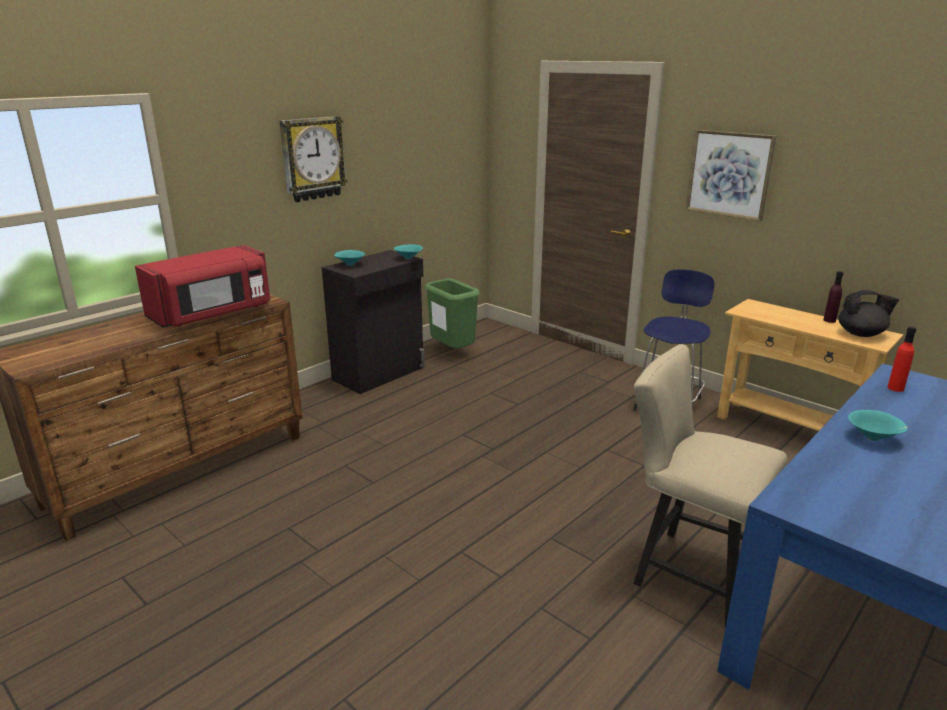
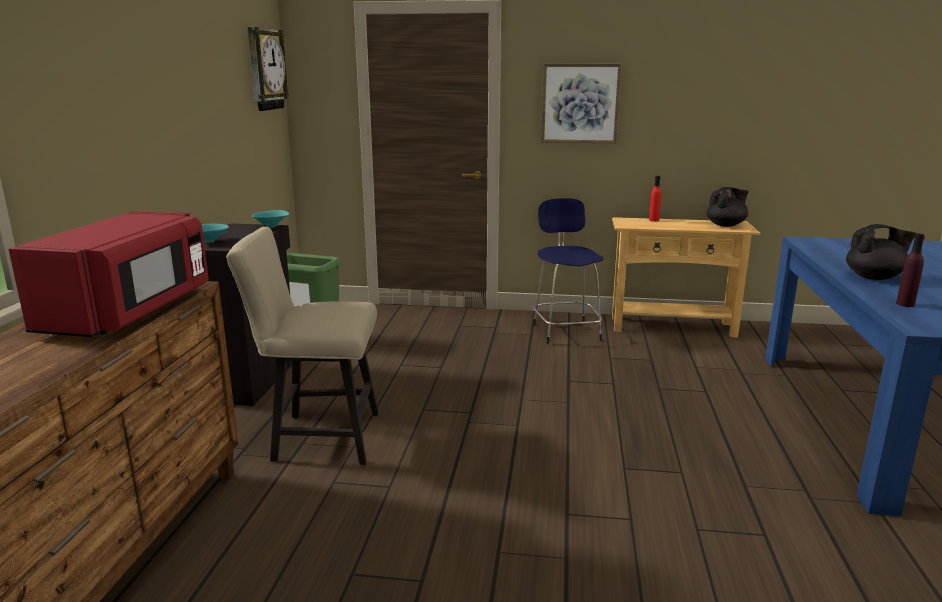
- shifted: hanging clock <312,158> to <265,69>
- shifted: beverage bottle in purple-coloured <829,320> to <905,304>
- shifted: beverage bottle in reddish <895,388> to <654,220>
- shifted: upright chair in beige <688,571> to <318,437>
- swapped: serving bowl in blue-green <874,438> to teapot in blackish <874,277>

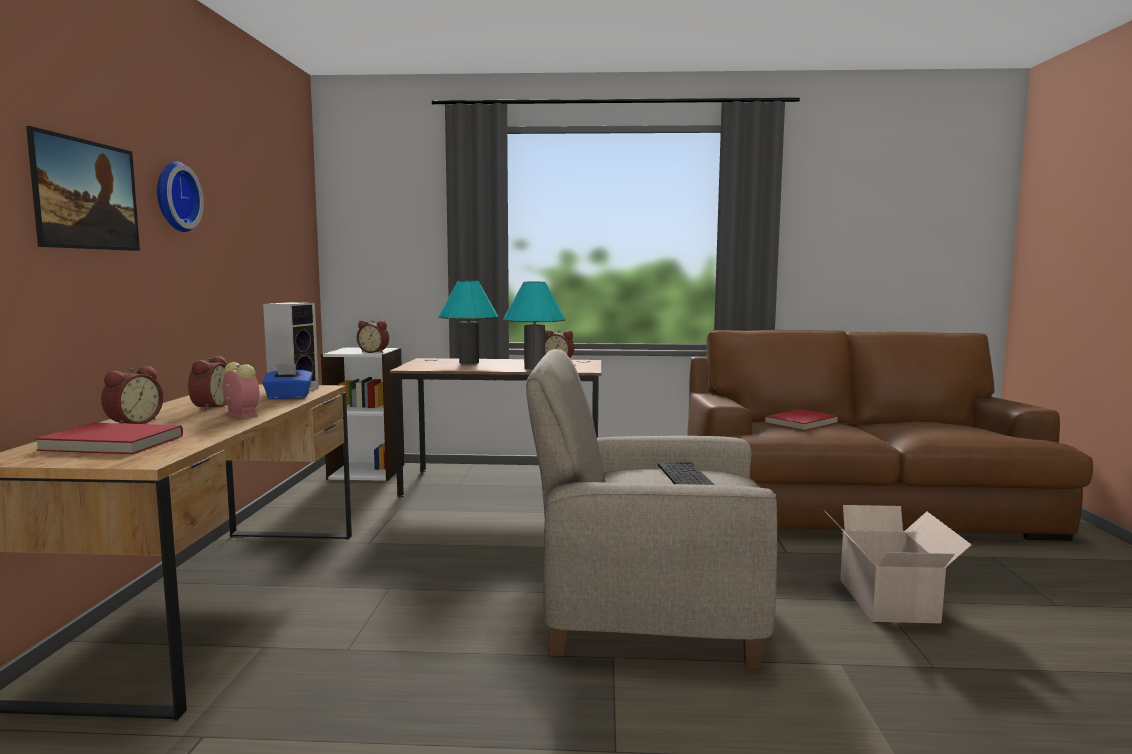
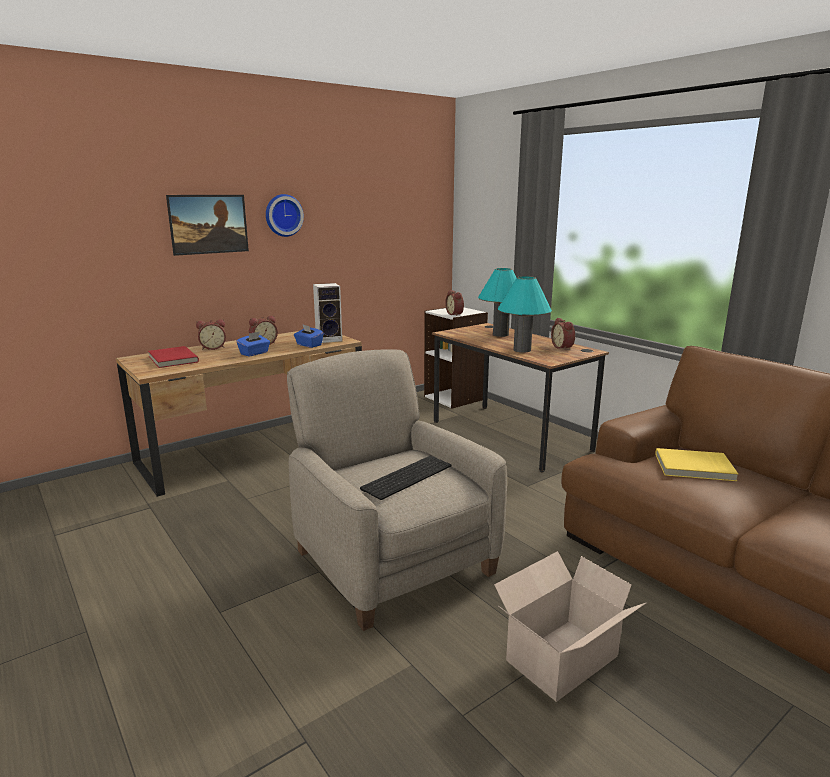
- swapped: table clock <240,415> to tissue holder in bluish <254,353>
- repainted: volume in reddish <802,423> to volume in yellowish <694,468>

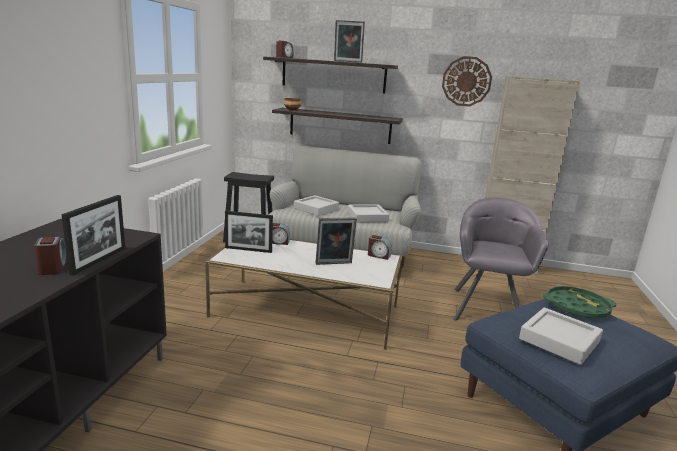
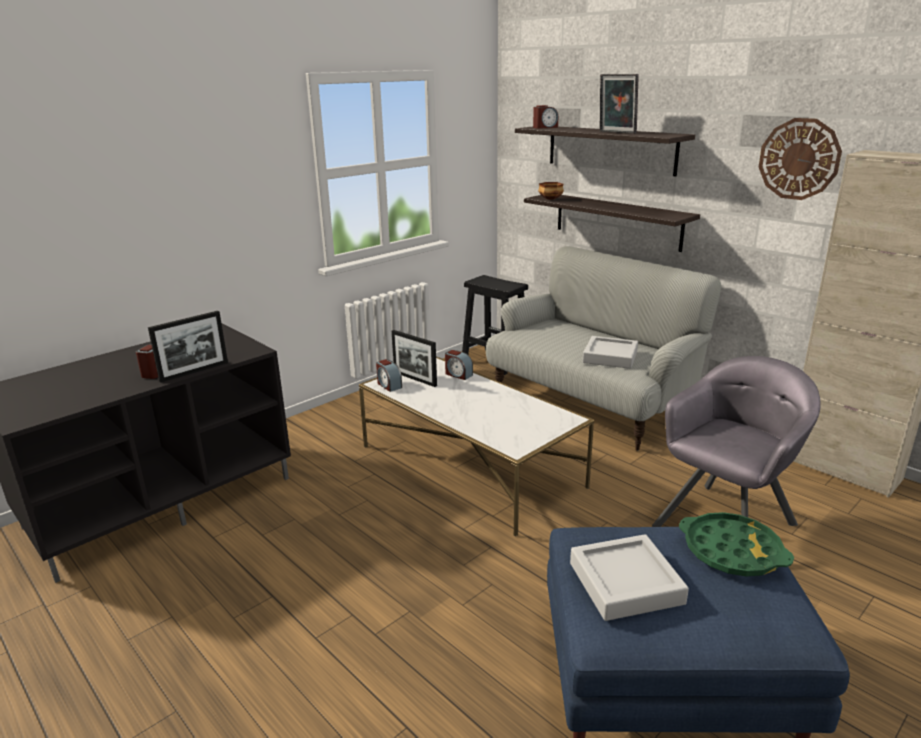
- gone: tray in grey <316,209>
- gone: picture frame <334,264>
- shifted: table clock <378,255> to <389,385>

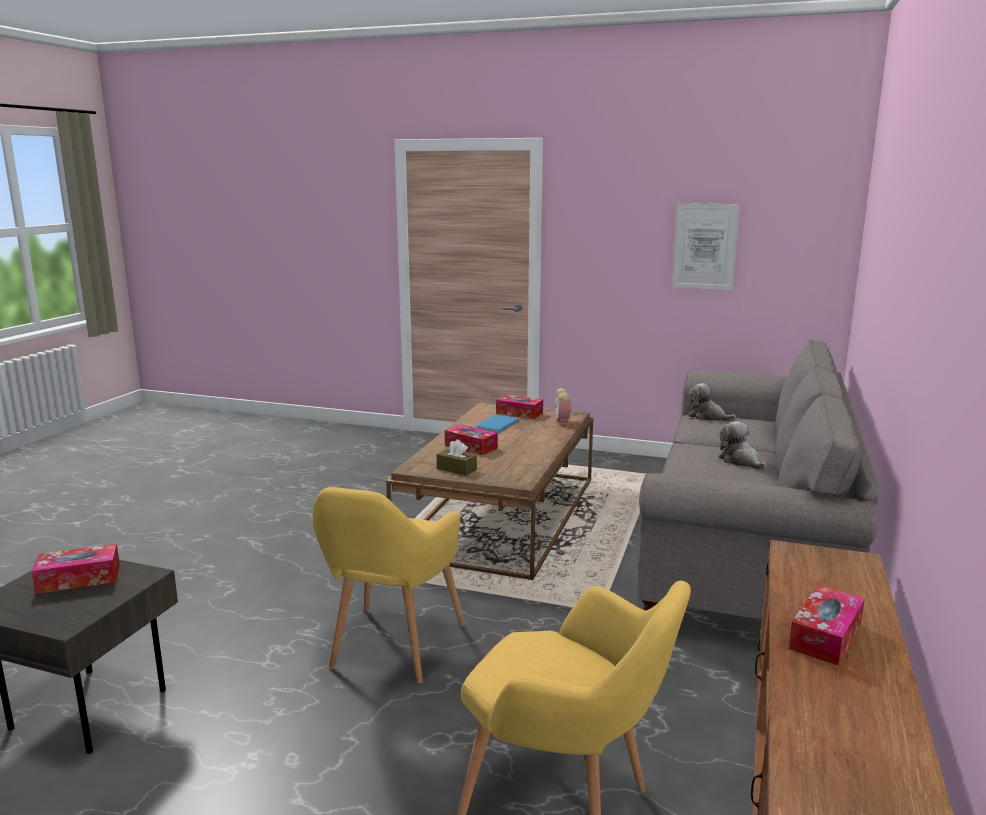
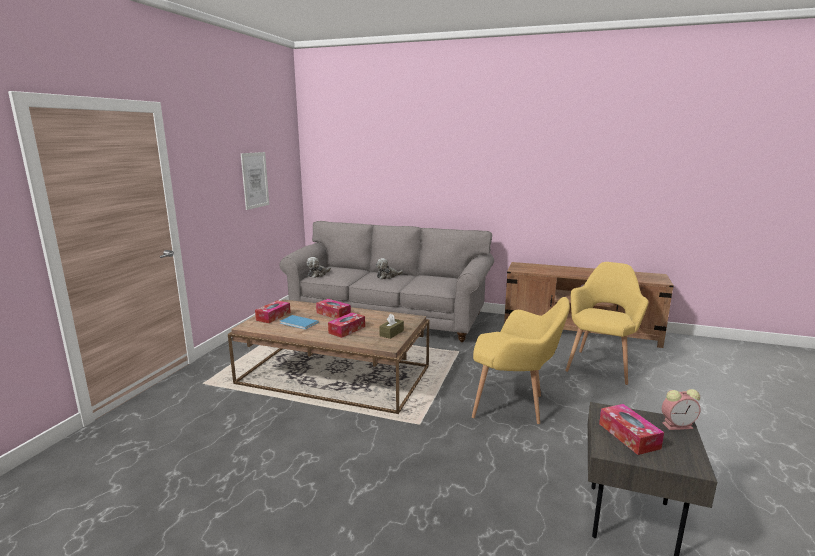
- shifted: table clock <562,422> to <678,425>
- shifted: tissue holder <825,636> to <333,314>

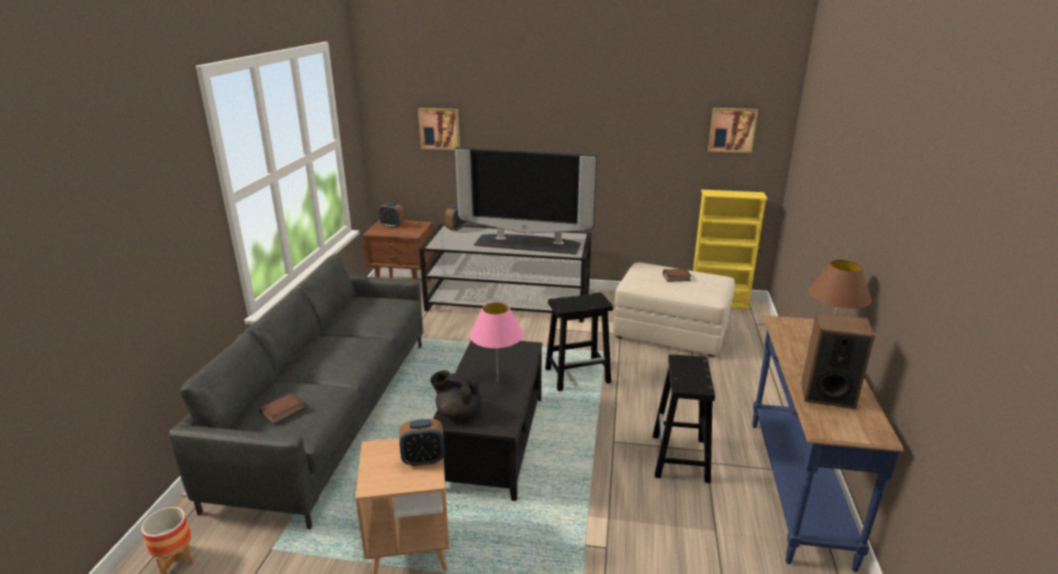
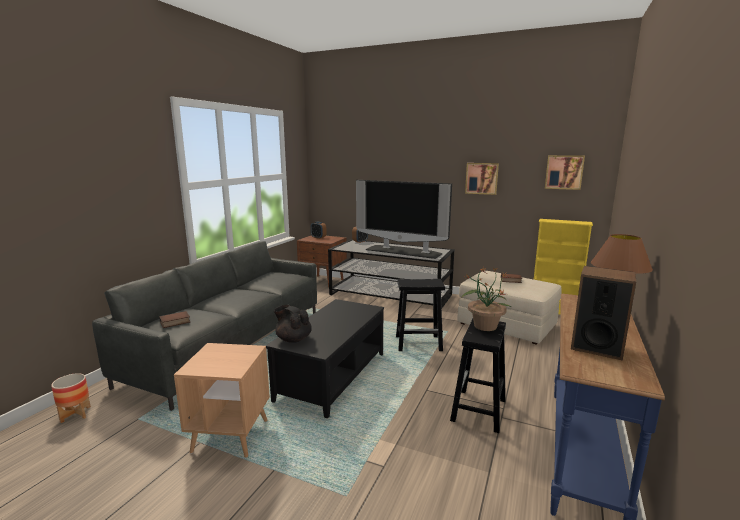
- shifted: picture <439,128> to <481,178>
- gone: table lamp in pinkish <497,381>
- gone: table clock <423,459>
- new: houseplant <485,326>

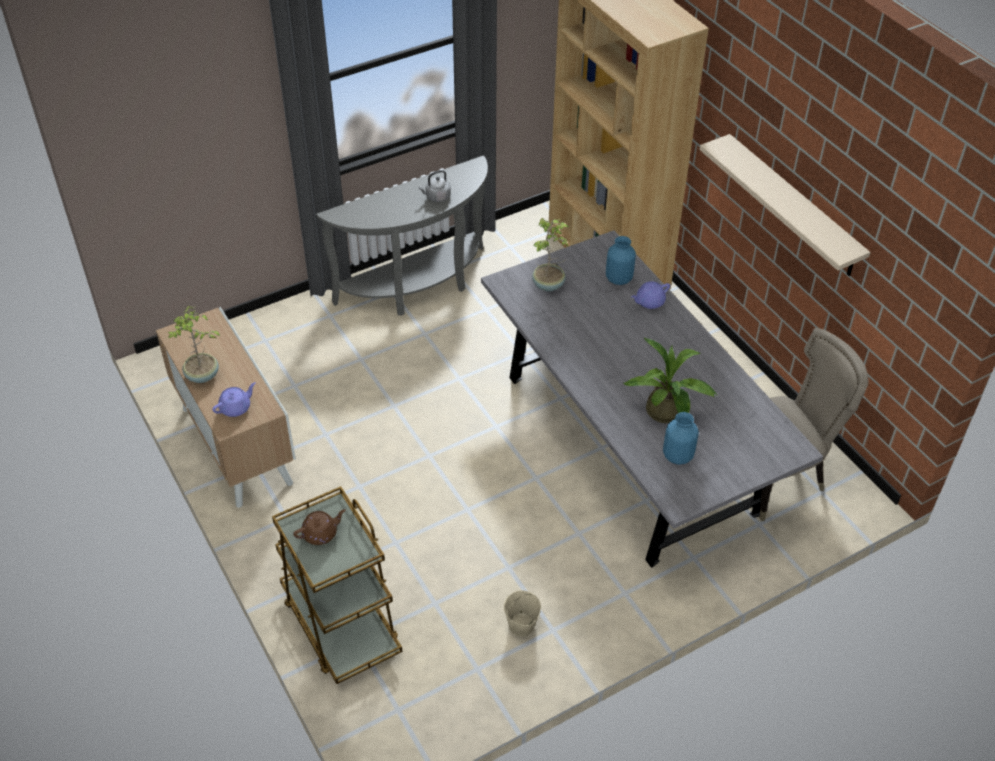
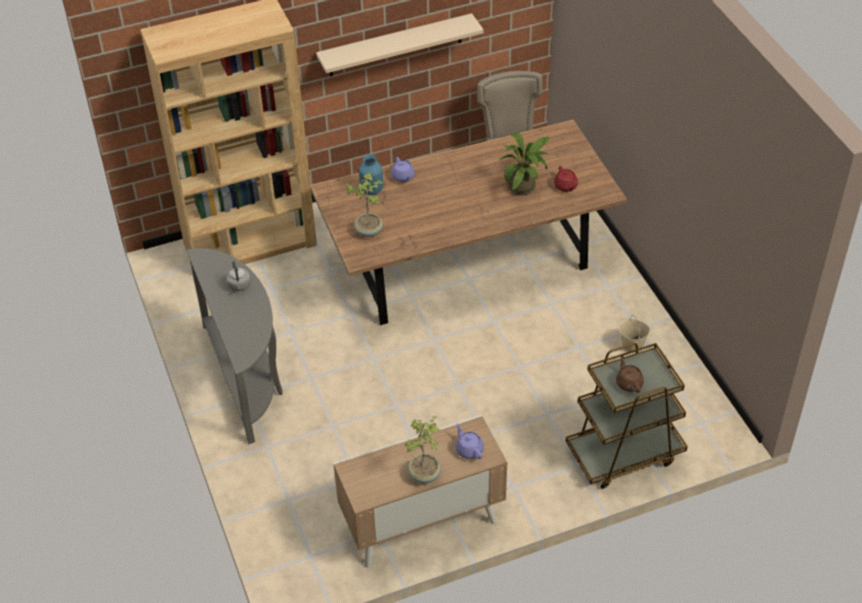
- repainted: dinner table in grey <630,442> to dinner table in brown-coloured <466,261>
- swapped: vase in bluish <678,456> to teapot in reddish <565,186>

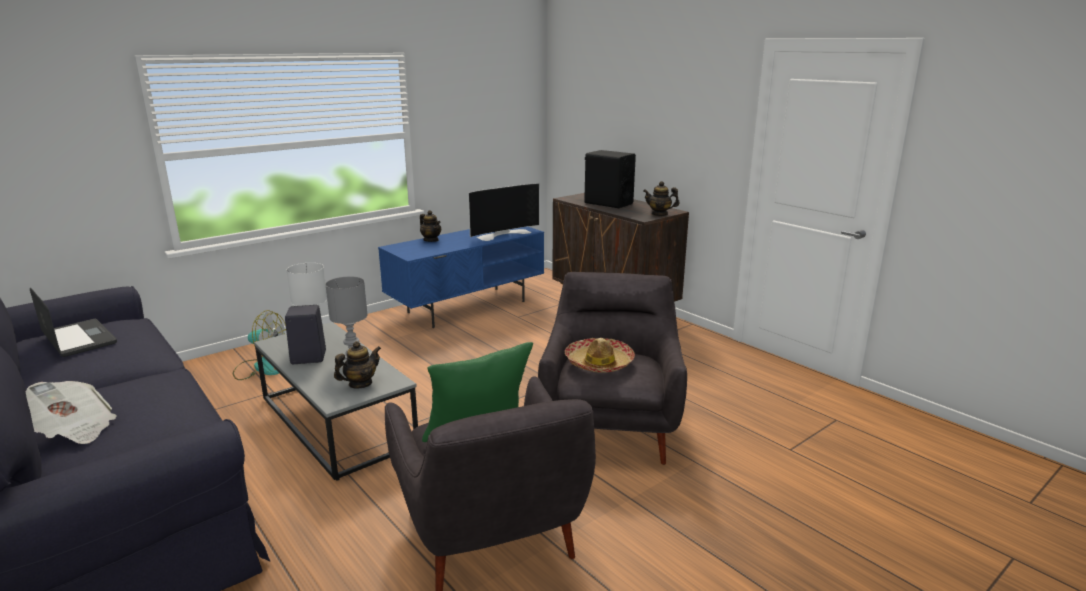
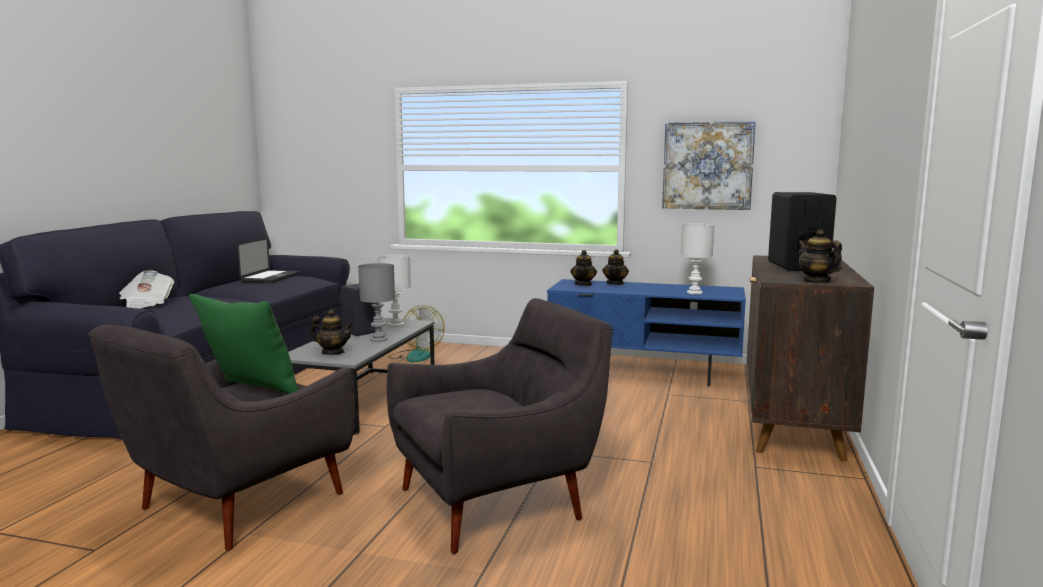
- swapped: TV set <503,234> to table lamp in white-coloured <695,293>
- gone: clothing hat <599,363>
- new: picture <707,165>
- new: teapot <583,284>

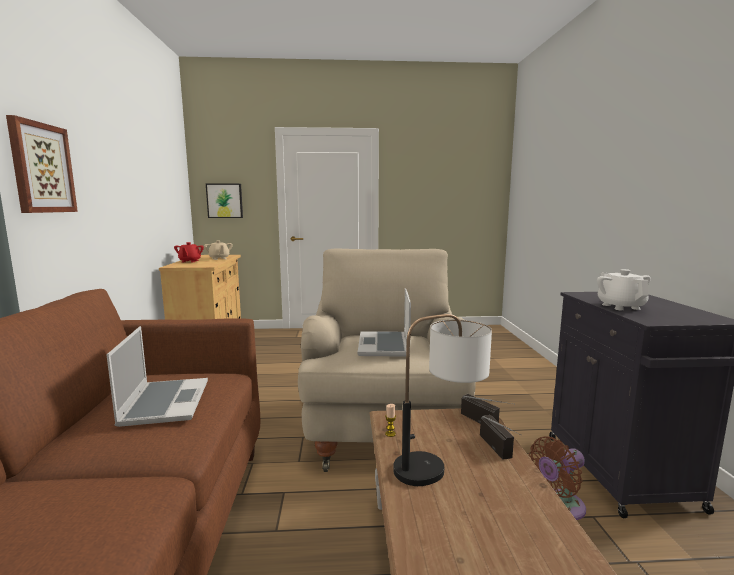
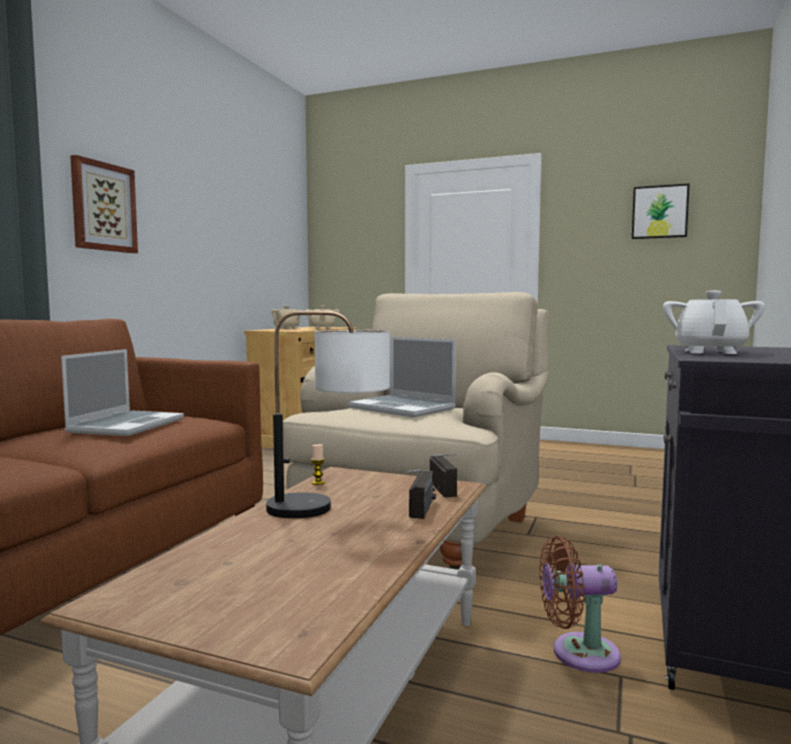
- shifted: picture <225,200> to <659,212>
- repainted: teapot in reddish <189,261> to teapot in beige <286,328>
- rotated: notebook computer <385,346> = <404,408> 75 degrees counterclockwise

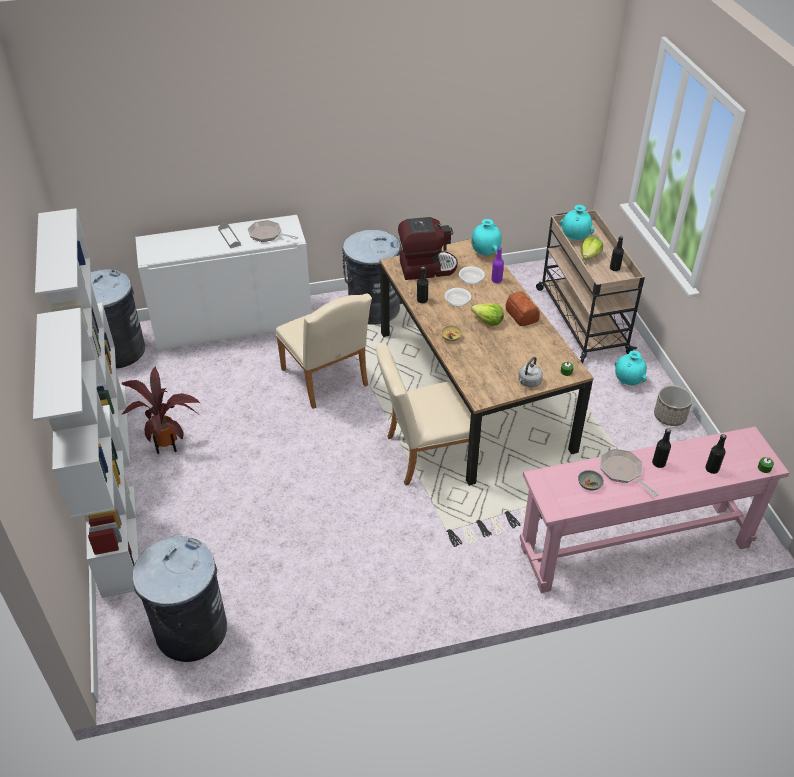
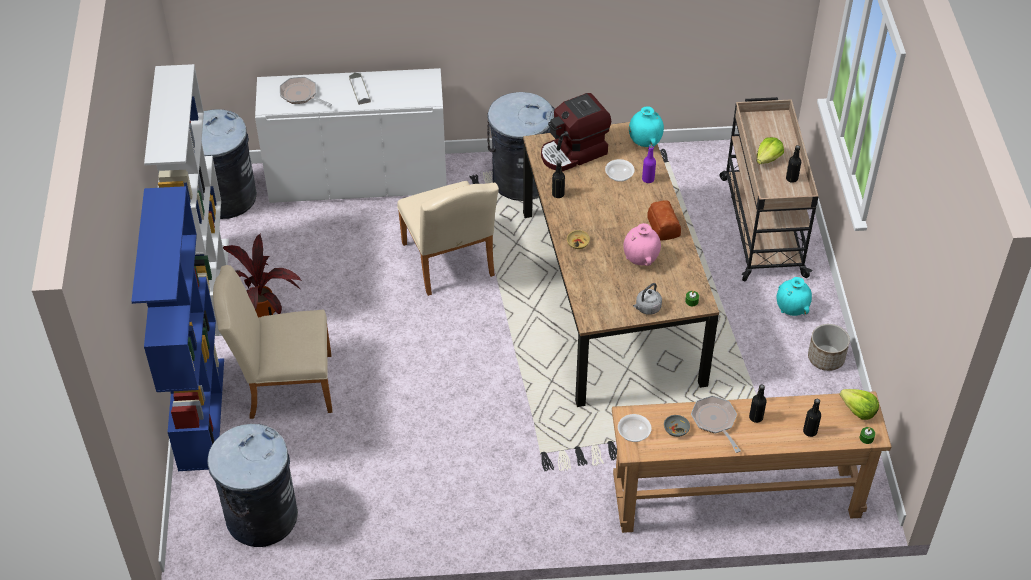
- gone: vase in blue-green <575,238>
- rotated: coffee machine <427,267> = <574,153> 150 degrees clockwise
- shifted: pan <267,235> to <301,95>
- shifted: serving bowl <457,302> to <633,433>
- shifted: head of lettuce <488,321> to <858,410>
- repainted: bookcase in white-coloured <117,539> to bookcase in bluish <201,413>
- shifted: upright chair in beige <424,454> to <283,385>
- repainted: console table in pinkish <634,546> to console table in brown-coloured <736,498>
- new: vase in pinkish <641,260>

